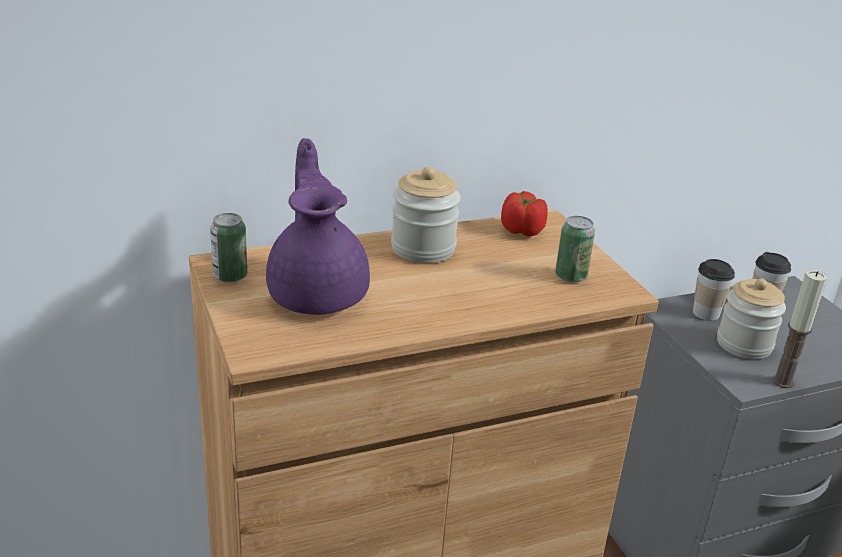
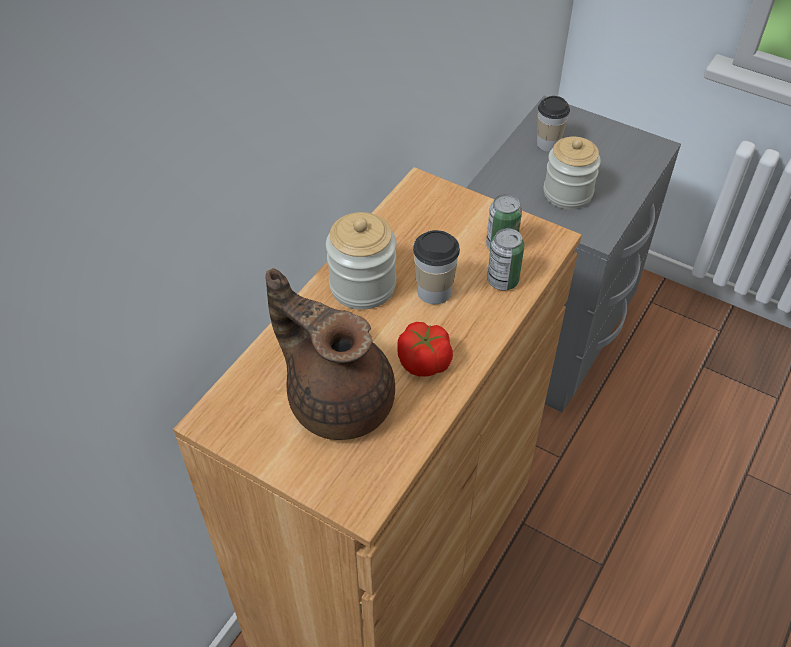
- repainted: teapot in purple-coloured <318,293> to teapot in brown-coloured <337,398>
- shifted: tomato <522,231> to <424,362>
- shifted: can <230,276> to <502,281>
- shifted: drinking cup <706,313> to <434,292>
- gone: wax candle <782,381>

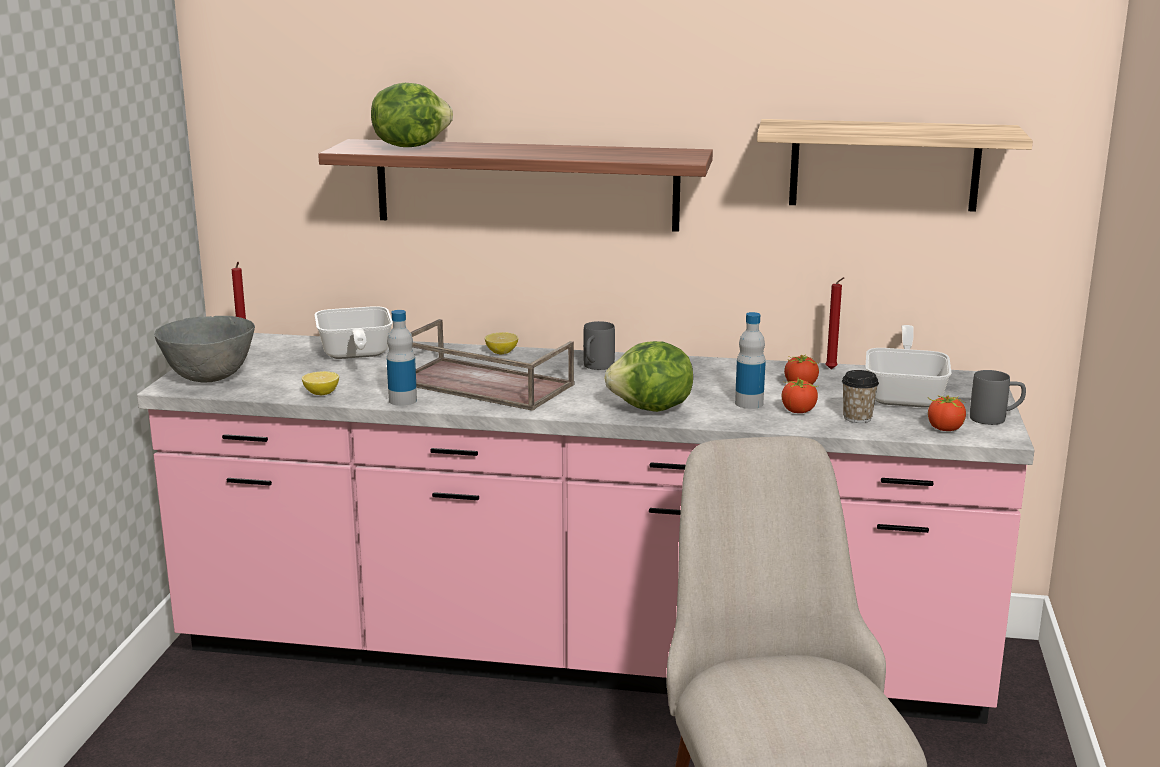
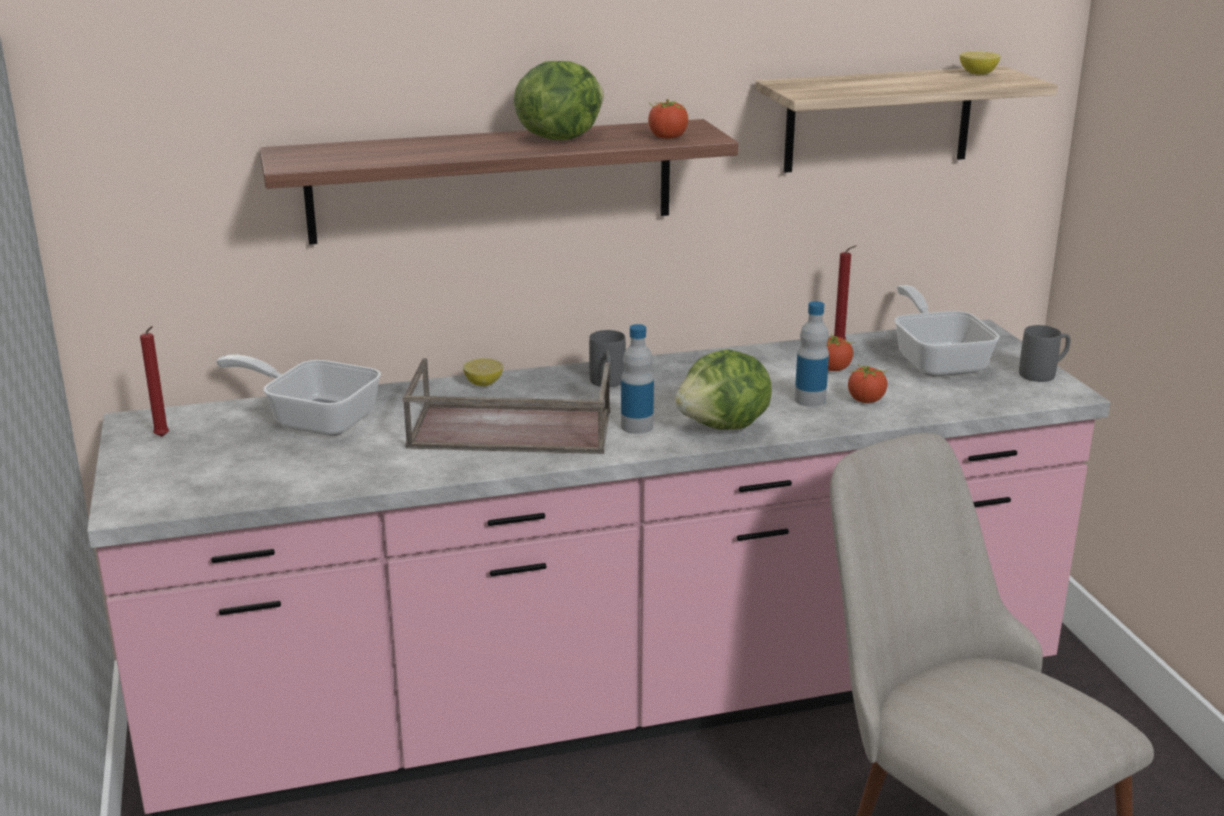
- shifted: head of lettuce <410,146> to <559,137>
- rotated: pan <354,355> = <314,418> 150 degrees clockwise
- shifted: beverage bottle <402,400> to <637,426>
- gone: serving bowl in grey <209,378>
- gone: drinking cup <857,418>
- shifted: citrus fruit <321,393> to <978,74>
- shifted: tomato <944,429> to <667,137>

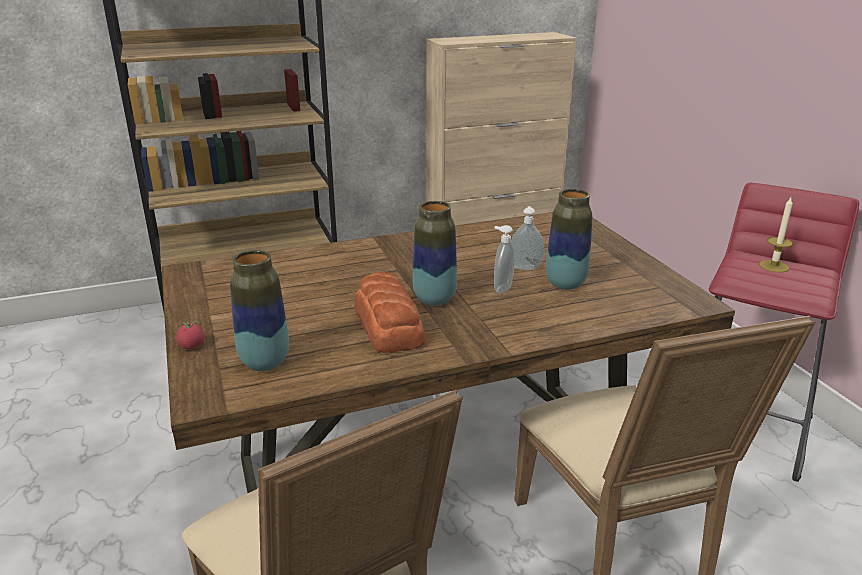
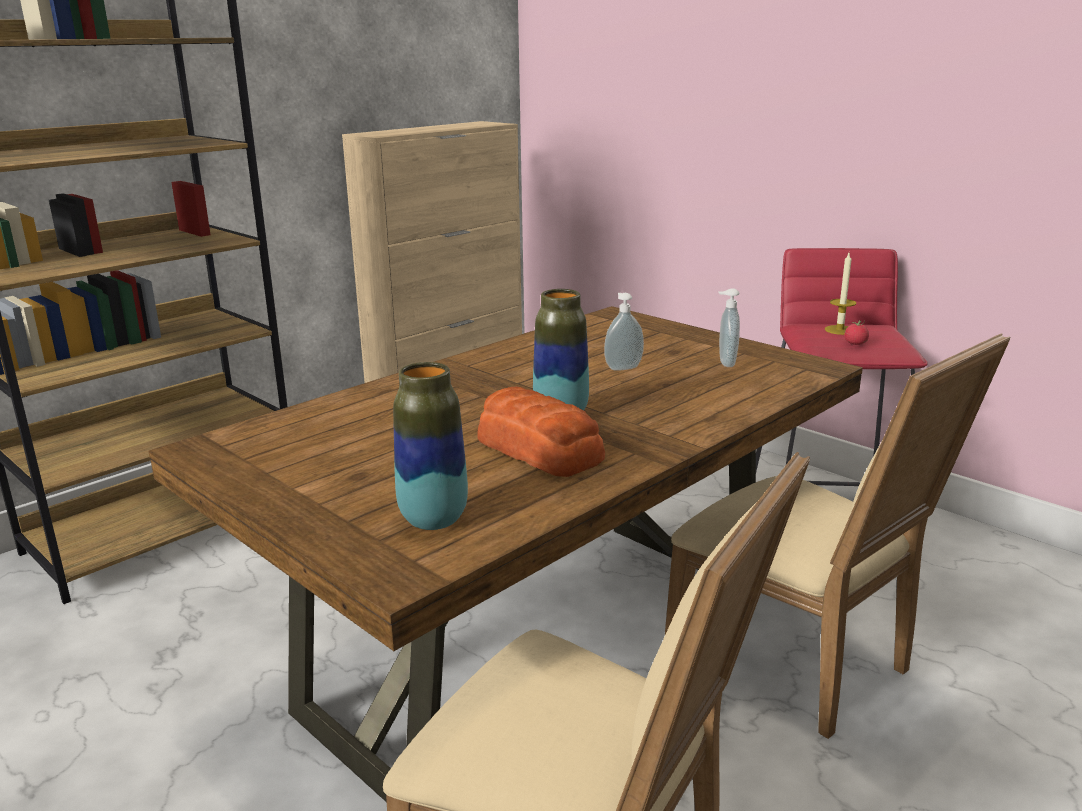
- gone: vase <565,284>
- shifted: soap bottle <501,288> to <725,363>
- shifted: tomato <192,346> to <855,343>

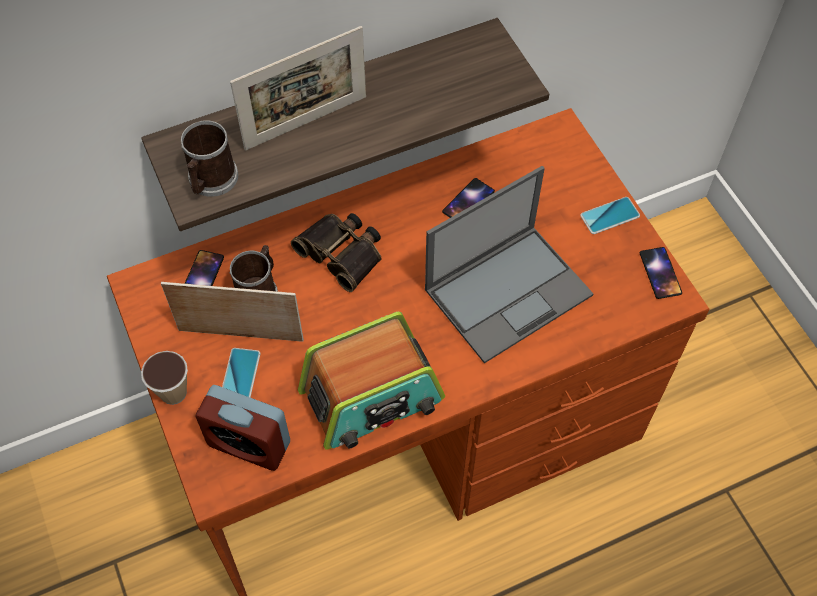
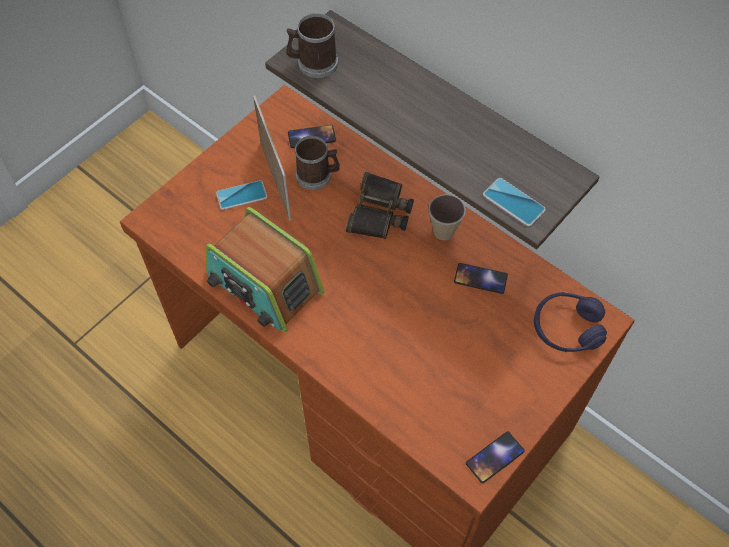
- gone: picture frame <306,122>
- gone: notebook computer <509,291>
- shifted: telephone <609,216> to <513,202>
- shifted: drinking cup <173,392> to <443,231>
- gone: table clock <249,444>
- new: headset in purple-coloured <567,328>

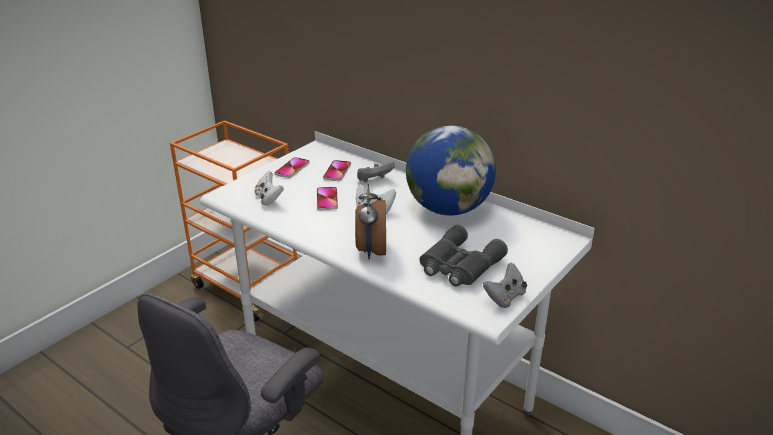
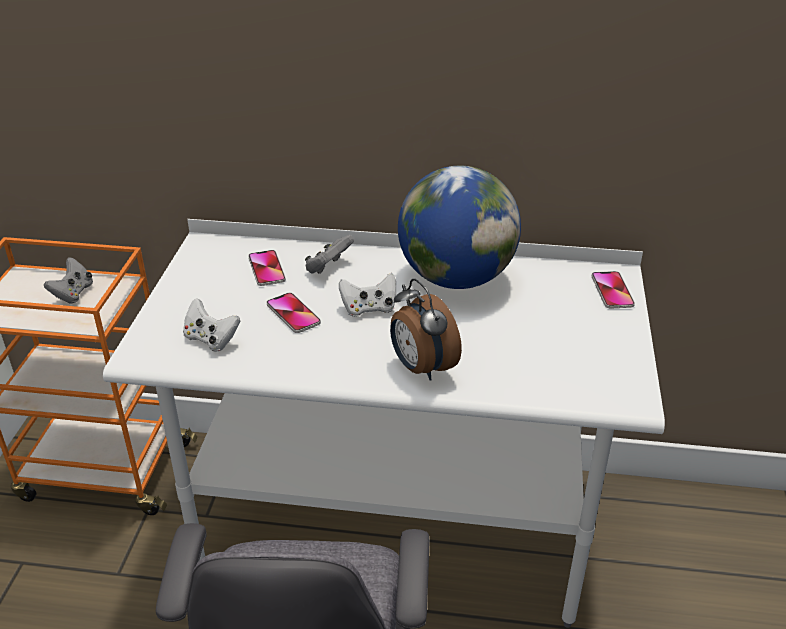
- shifted: telephone <292,168> to <612,291>
- gone: pair of binoculars in grey <459,265>
- shifted: game controller in grey <505,297> to <73,293>

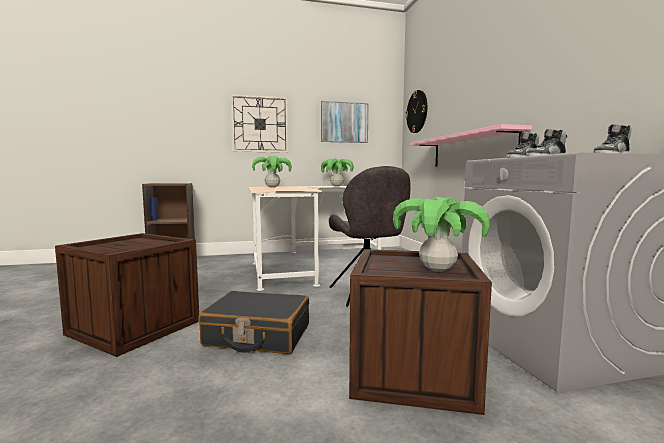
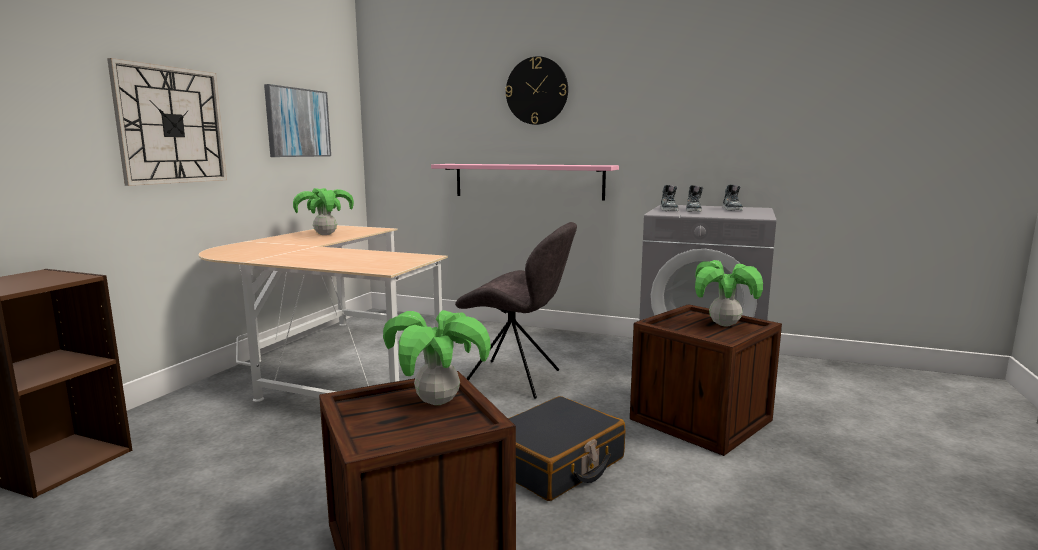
- shifted: hanging clock <417,111> to <537,91>
- shifted: houseplant <272,187> to <438,401>

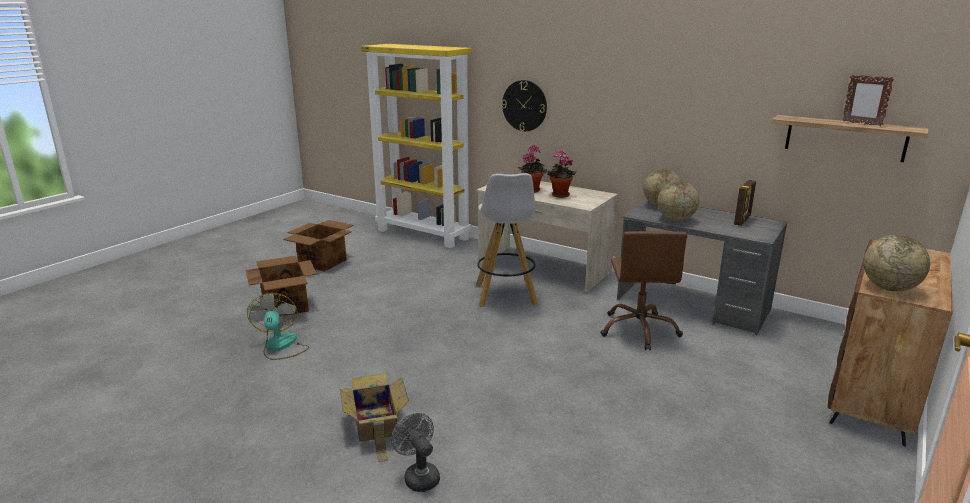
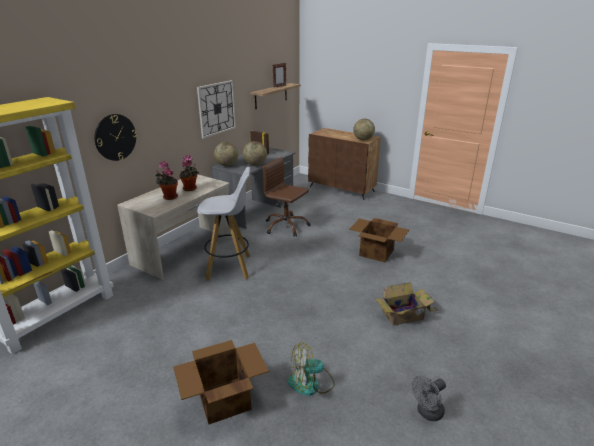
- shifted: packing box <322,262> to <377,253>
- rotated: desk chair in brown-coloured <639,330> = <286,226> 150 degrees counterclockwise
- shifted: electric fan in grey <419,476> to <427,413>
- new: hanging clock <216,108>

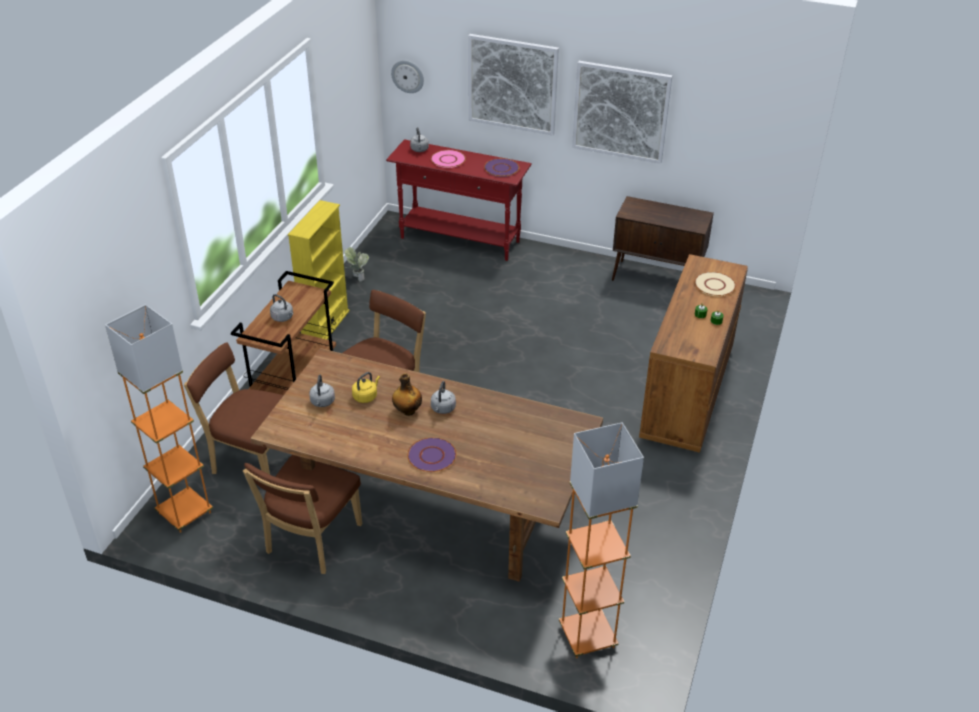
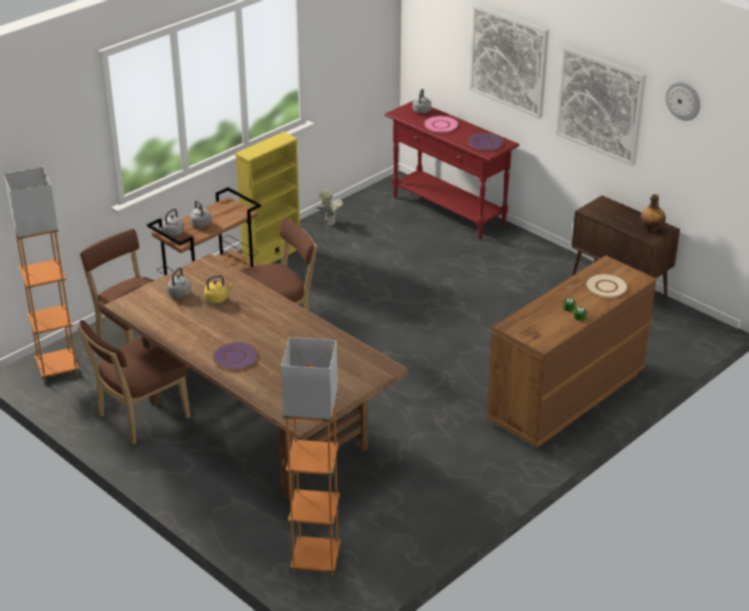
- shifted: hanging clock <408,76> to <683,100>
- shifted: beverage bottle <407,411> to <651,229>
- shifted: kettle in grey <442,409> to <172,233>

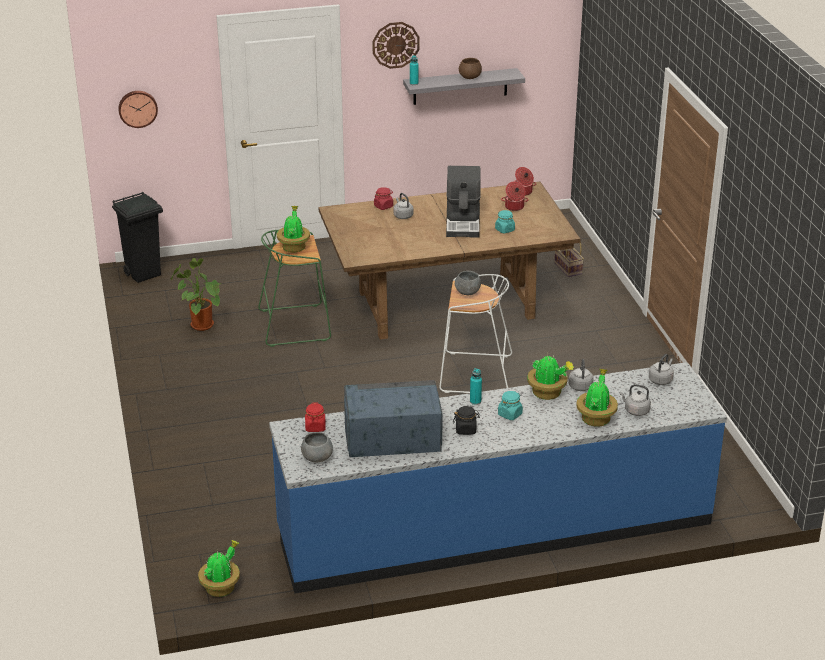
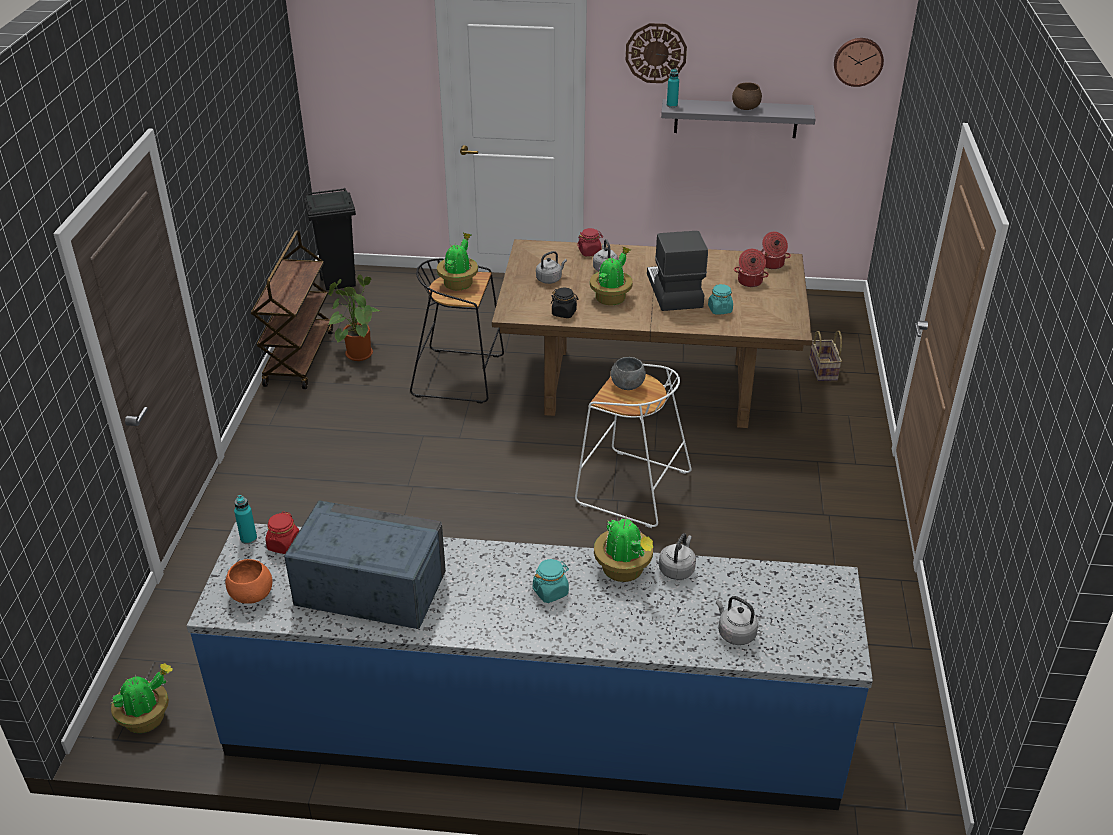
- shifted: hanging clock <137,108> to <858,61>
- rotated: coffee machine <463,223> = <673,291> 150 degrees clockwise
- repainted: stool seat in greenish <296,325> to stool seat in blackish <460,375>
- shifted: kettle in grey <661,380> to <550,279>
- shifted: beverage bottle in blue-green <475,401> to <248,538>
- shifted: houseplant <596,418> to <611,298>
- shifted: storage jar in blackish <466,430> to <564,313>
- repainted: serving bowl in grey <317,458> to serving bowl in orange-coloured <251,595>
- new: cart in brown-coloured <298,357>

